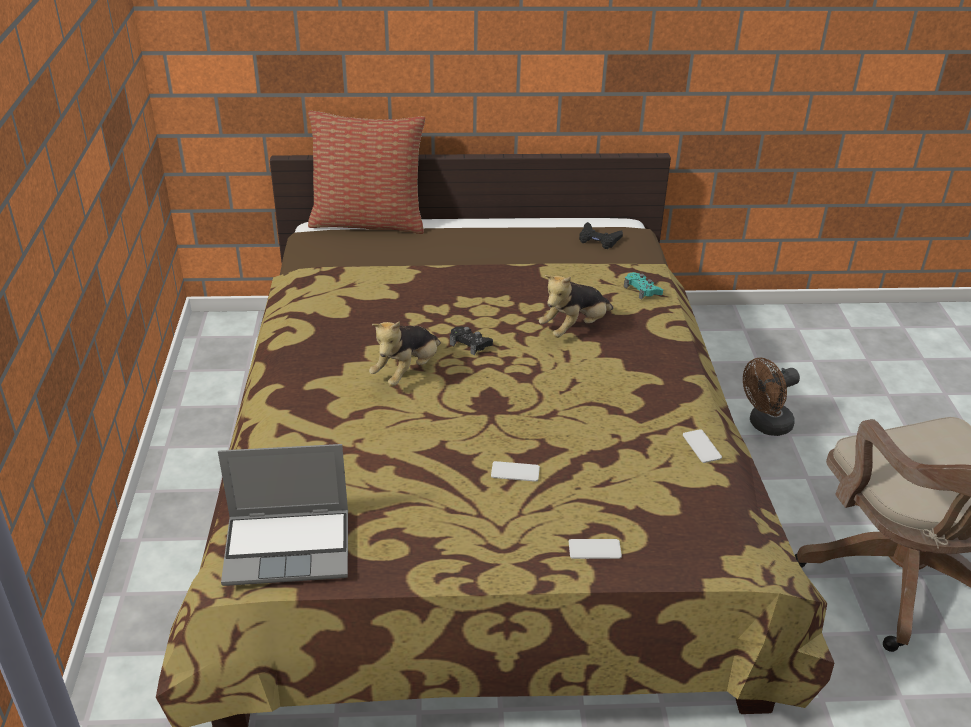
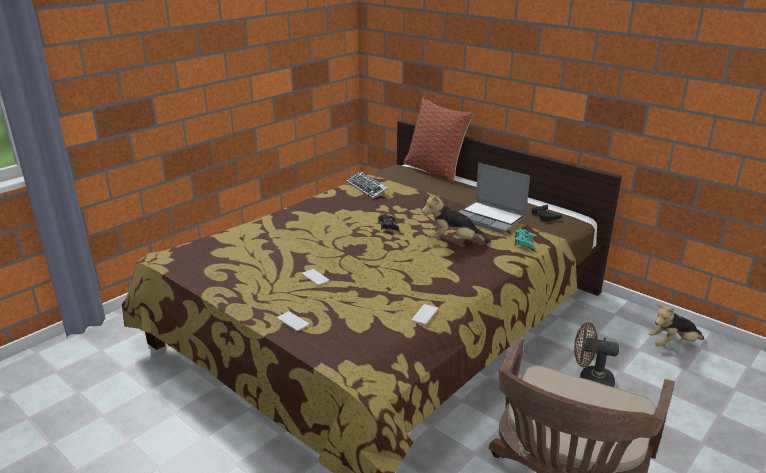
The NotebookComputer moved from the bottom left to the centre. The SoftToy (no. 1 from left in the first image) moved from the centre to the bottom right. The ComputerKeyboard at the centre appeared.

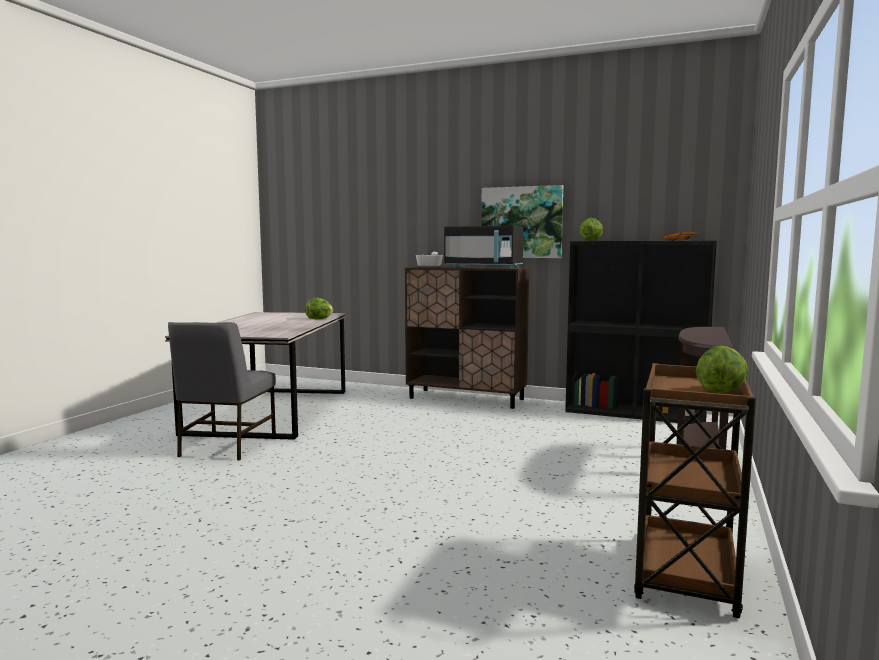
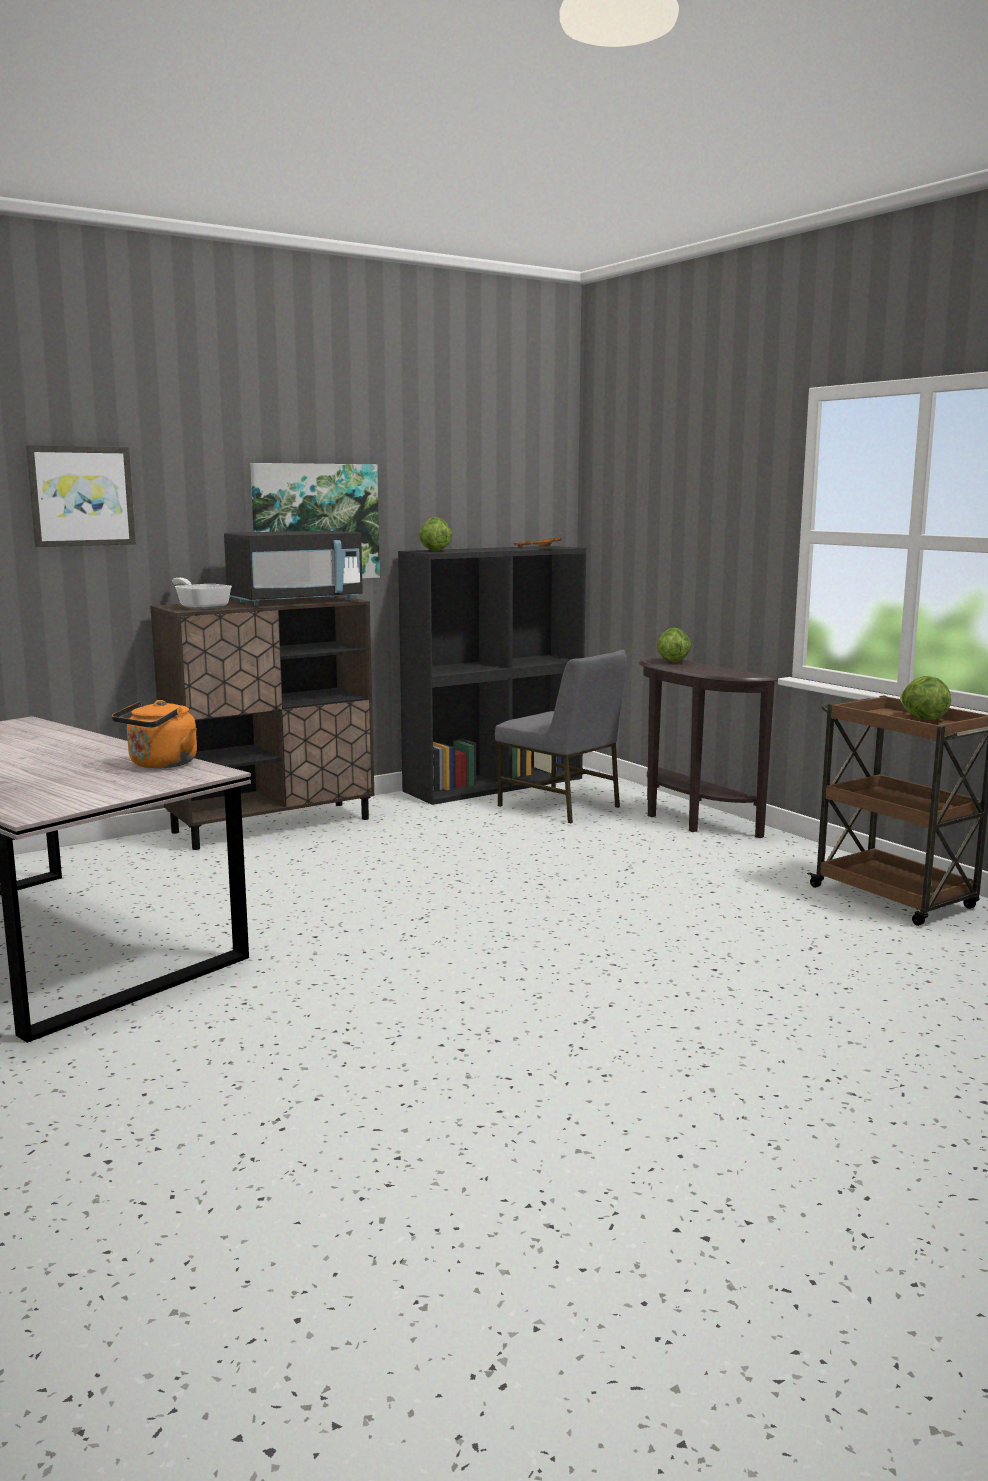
The GreyishUprightChair moved from the middle left to the centre. The HeadOfLettuce (no. 1 from left in the first image) moved from the centre to the middle right. The Picture (no. 1 from left) at the middle left appeared. The OrangeTeaKettle at the middle left appeared.

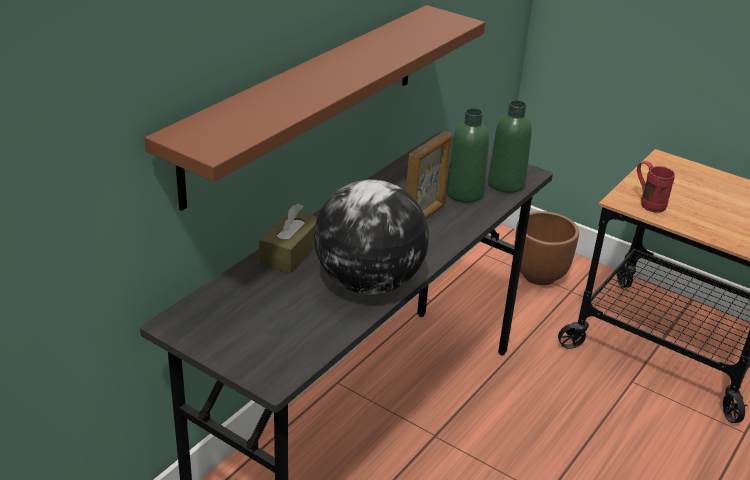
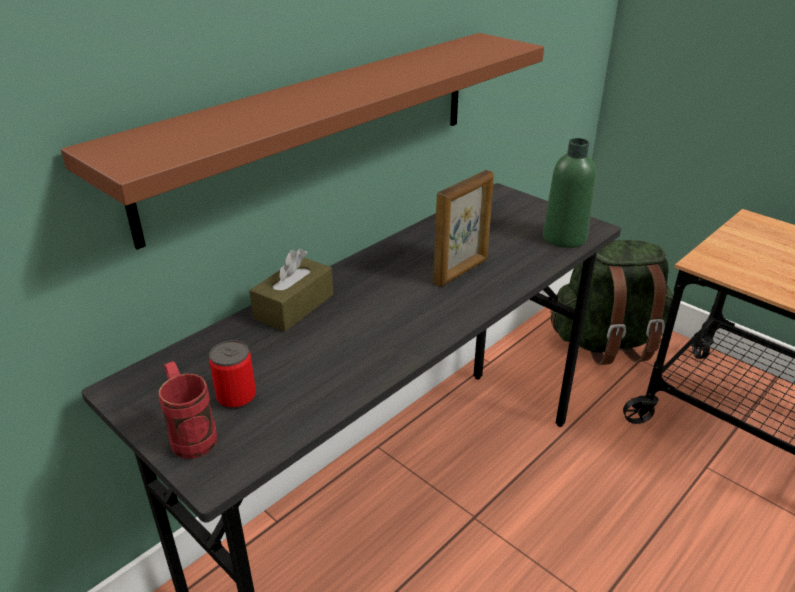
The DeskGlobe at the centre disappeared. The GreenColouredBeverageBottle (no. 1 from left) at the top centre disappeared. The BrownishFlowerPot at the middle right was replaced by the GreenColouredBackpack at the middle right. The RedCoffeeMug moved from the middle right to the bottom left. The MetalCan at the middle left appeared.

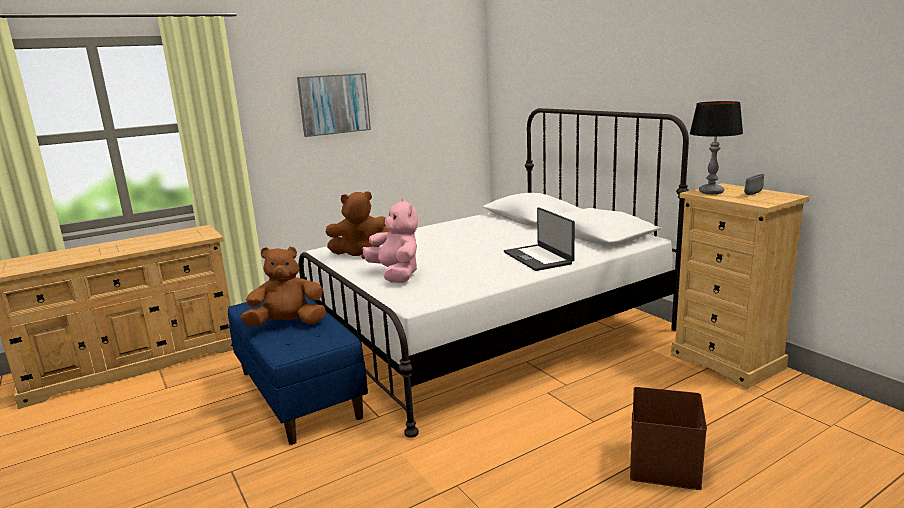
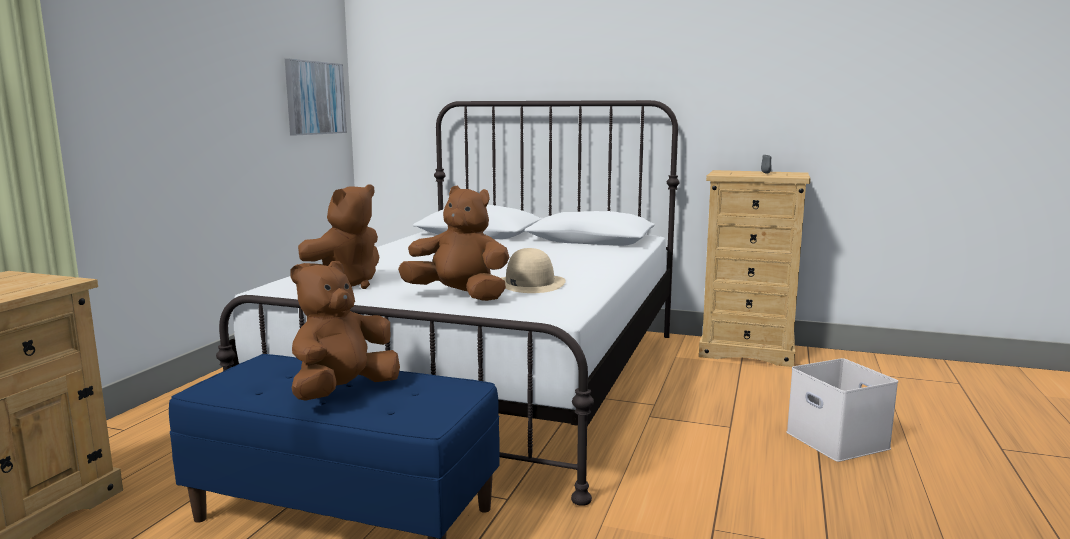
The Picture moved from the top centre to the top left. The PinkSoftToy at the centre became the BrownishSoftToy (no. 3 from left) at the centre. The NotebookComputer at the centre disappeared. The BrownishStorageContainer at the bottom right became the WhiteStorageContainer at the bottom right. The TableLamp at the top right disappeared. The BeigeWearableHat at the centre appeared.

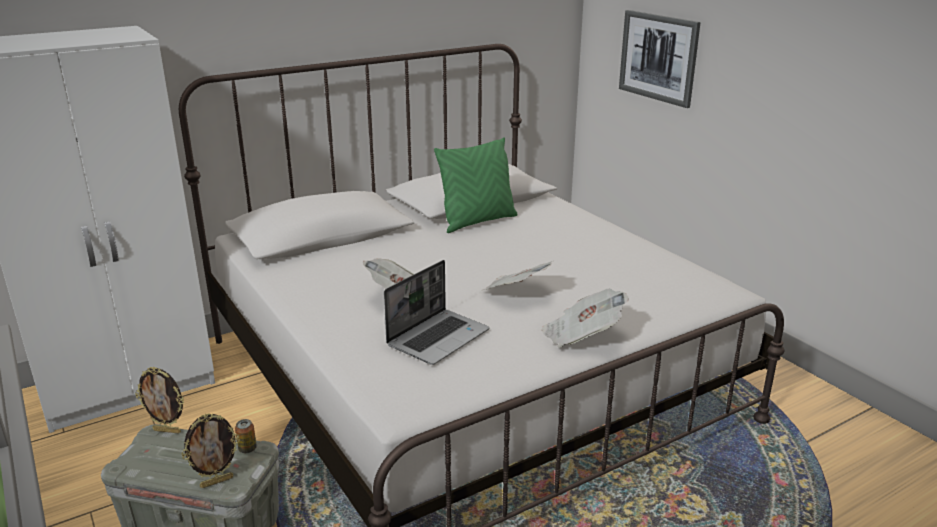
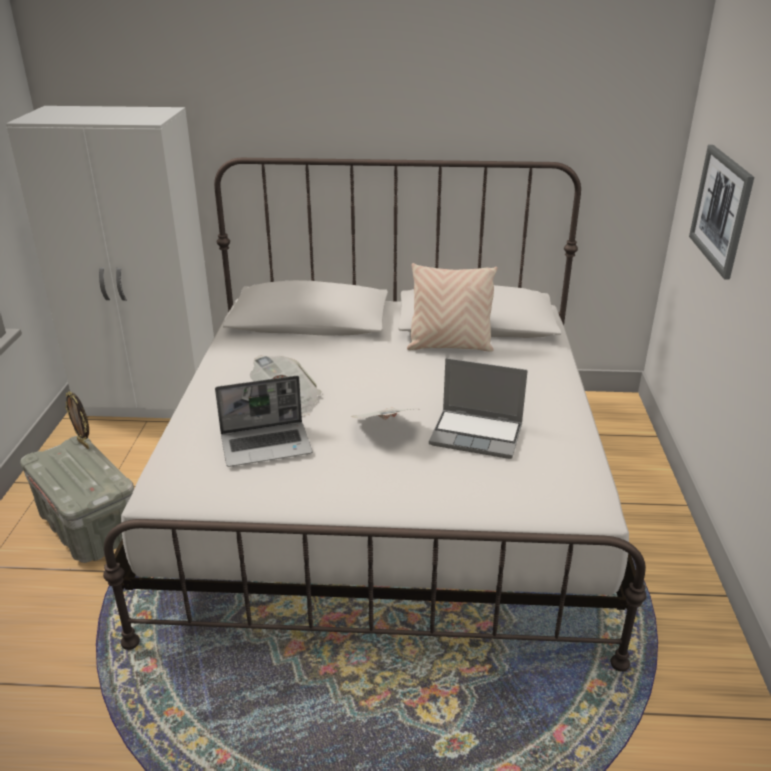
The PhotoFrame (no. 2 from left) at the bottom left disappeared. The MetalCan at the bottom left disappeared. The GreenColouredCushion at the centre became the BeigeCushion at the centre. The DailyPaper (no. 3 from left) at the centre disappeared. The NotebookComputer (no. 2 from left) at the centre appeared.

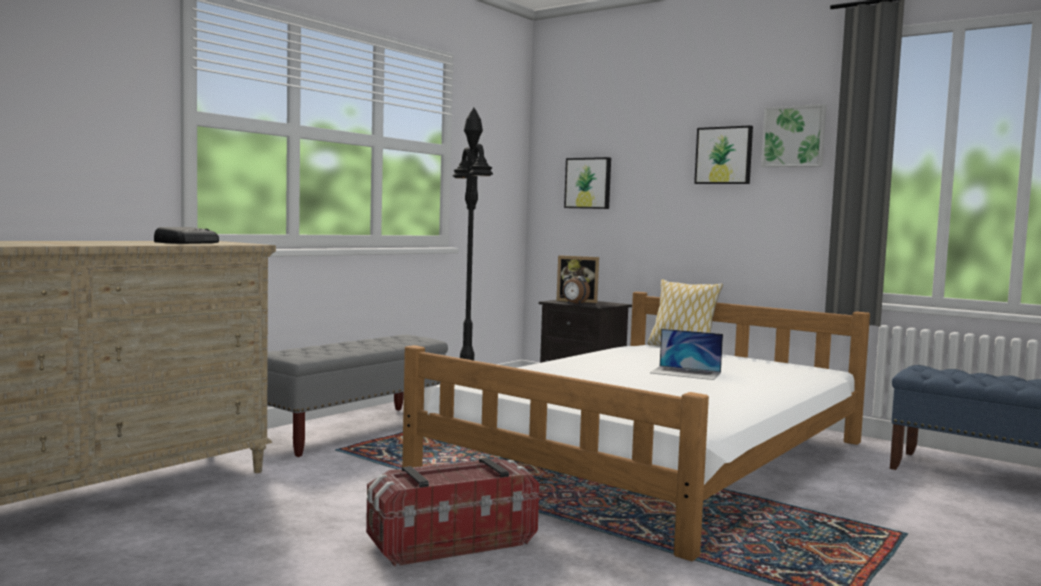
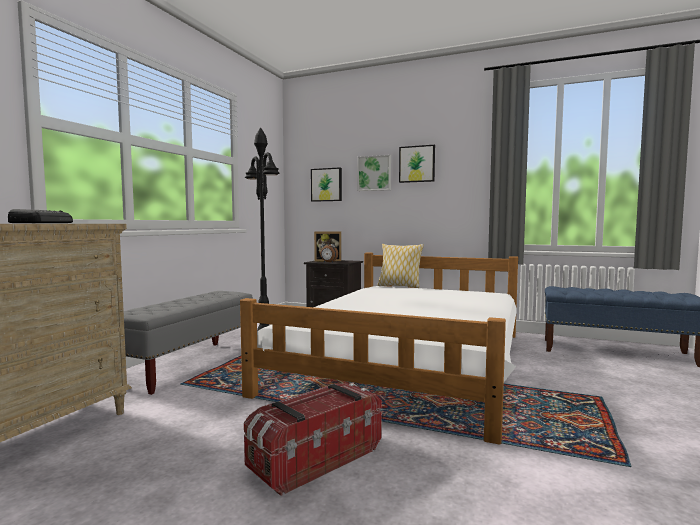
The NotebookComputer at the centre disappeared. The Picture (no. 3 from left in the first image) moved from the top right to the top centre.

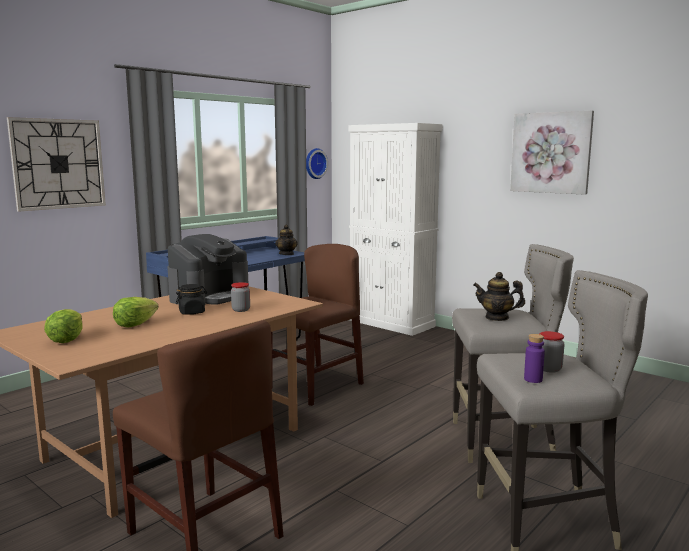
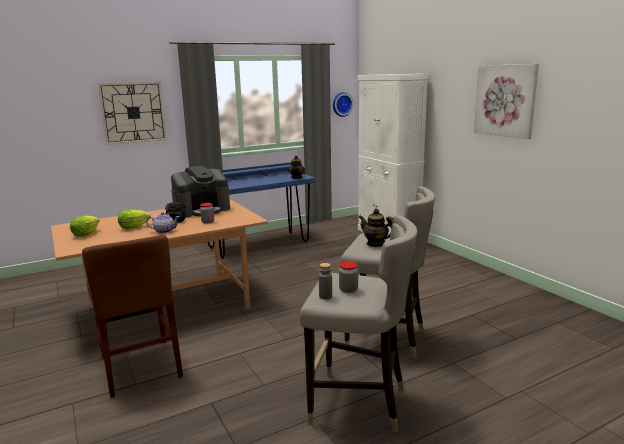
The BrownishUprightChair (no. 2 from left) at the centre disappeared. The PurpleColouredBeverageBottle at the middle right became the GreyishBeverageBottle at the centre. The PotForTea (no. 1 from left) at the middle left appeared.

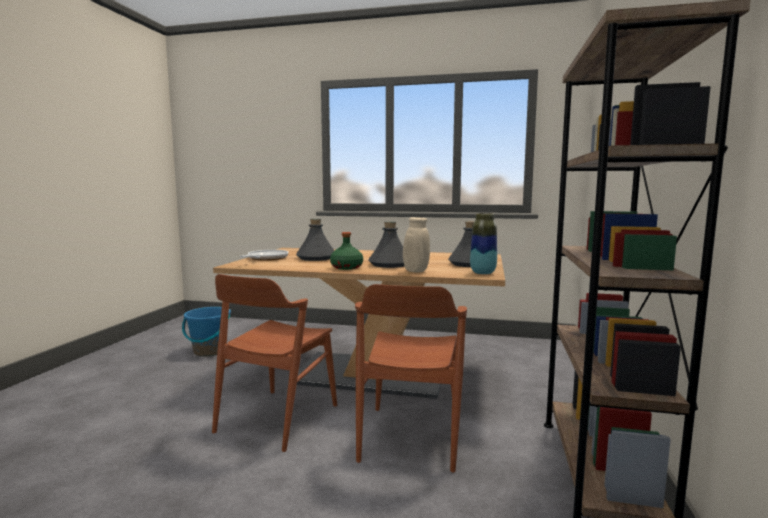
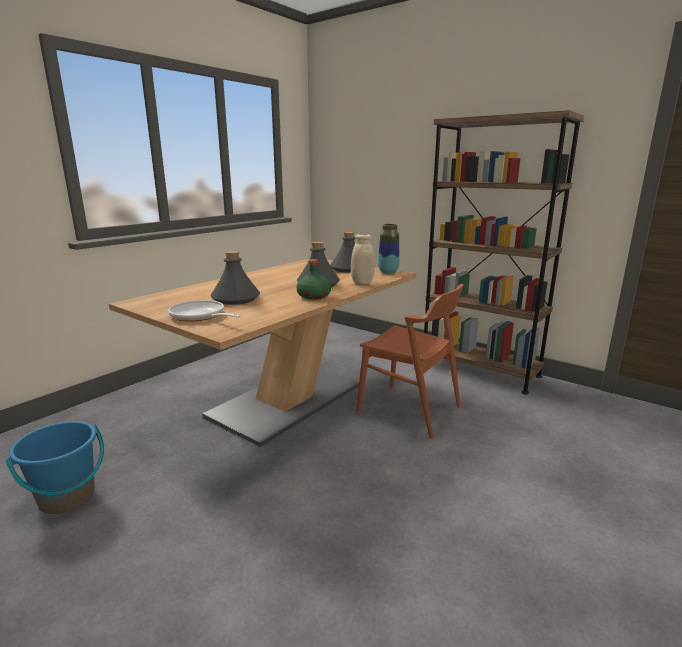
The BrownishUprightChair (no. 1 from left) at the bottom centre disappeared.

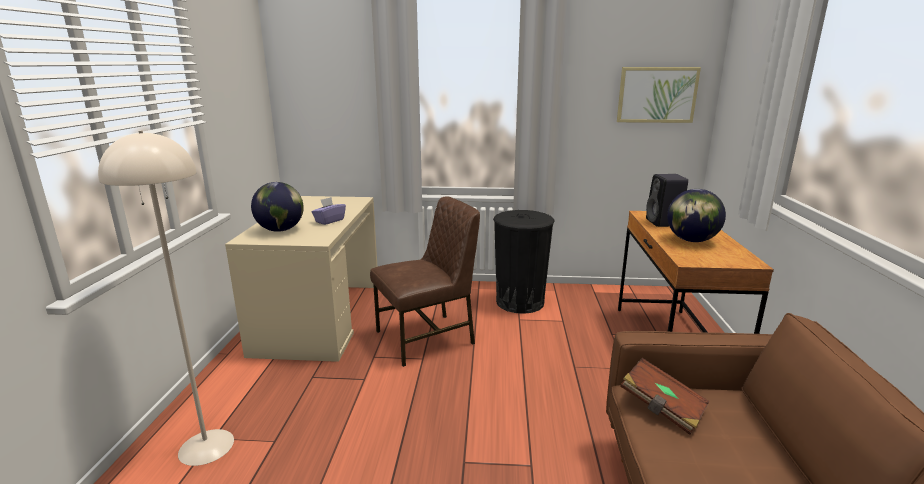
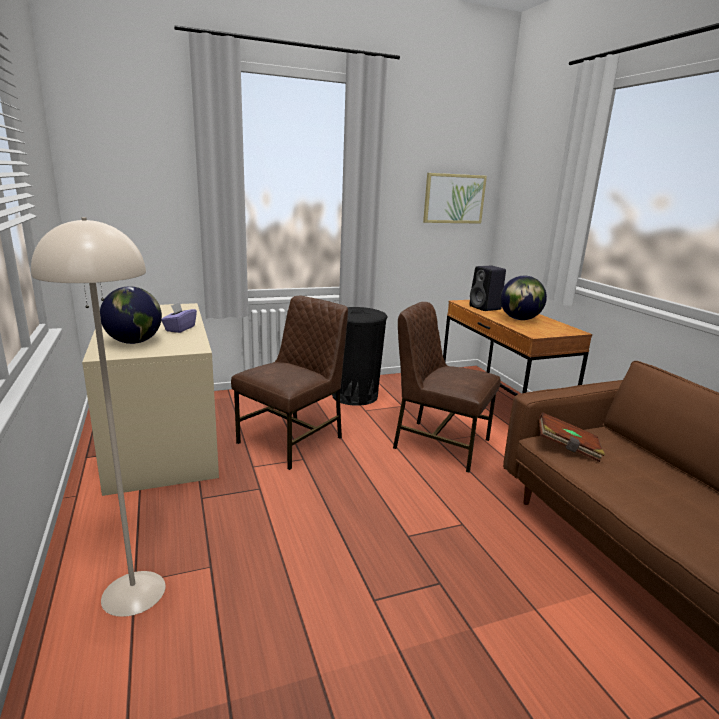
The BrownishUprightChair (no. 2 from left) at the centre appeared.

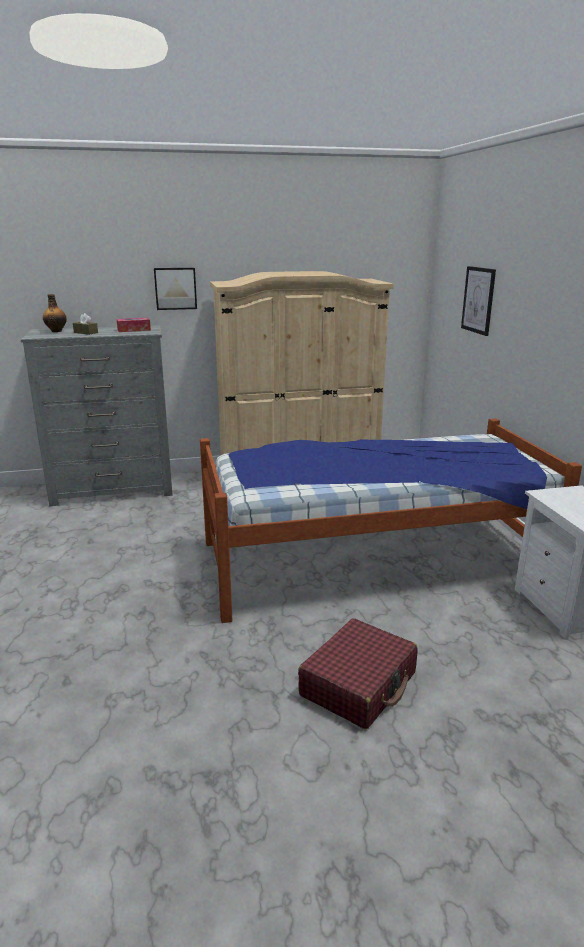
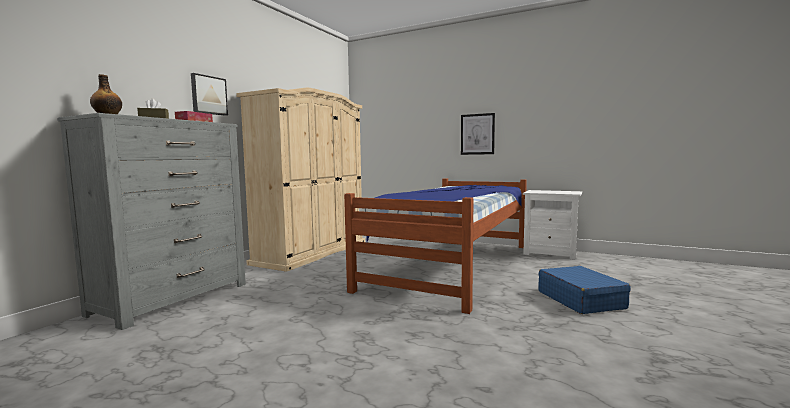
The RedSuitcase at the bottom centre became the BluishSuitcase at the bottom right. The Picture (no. 2 from left) moved from the top right to the top centre.

